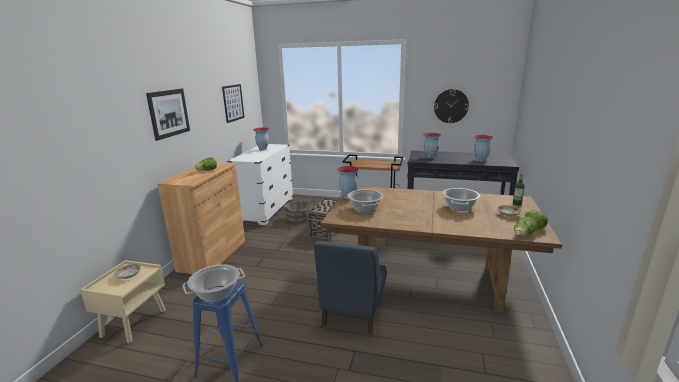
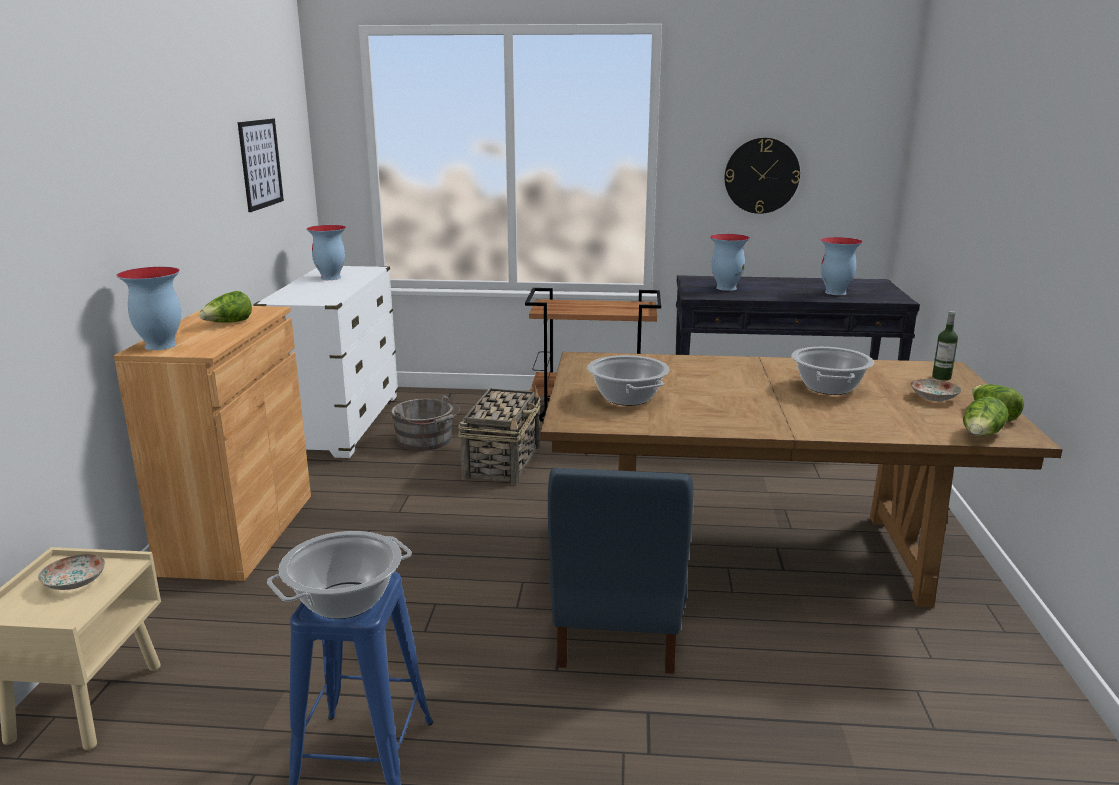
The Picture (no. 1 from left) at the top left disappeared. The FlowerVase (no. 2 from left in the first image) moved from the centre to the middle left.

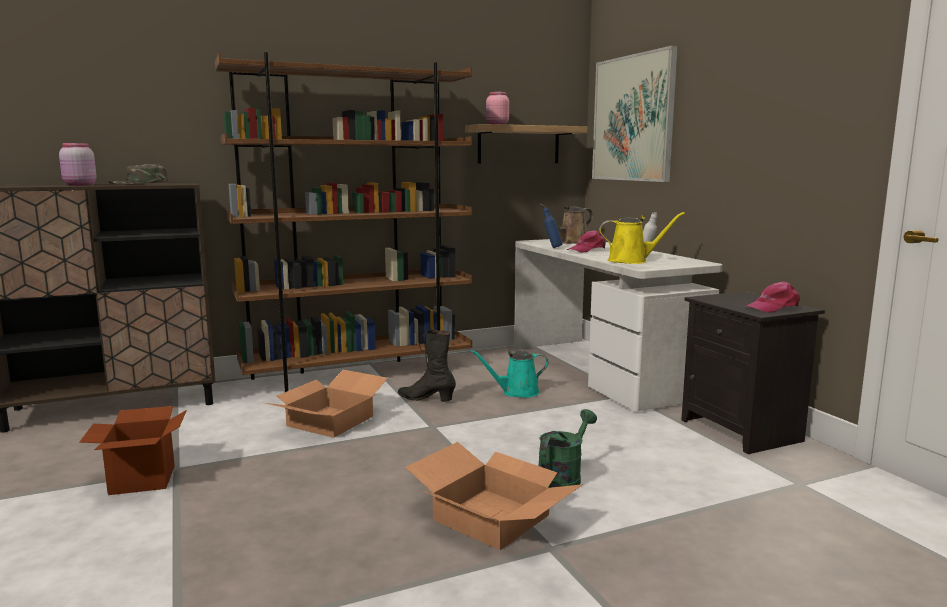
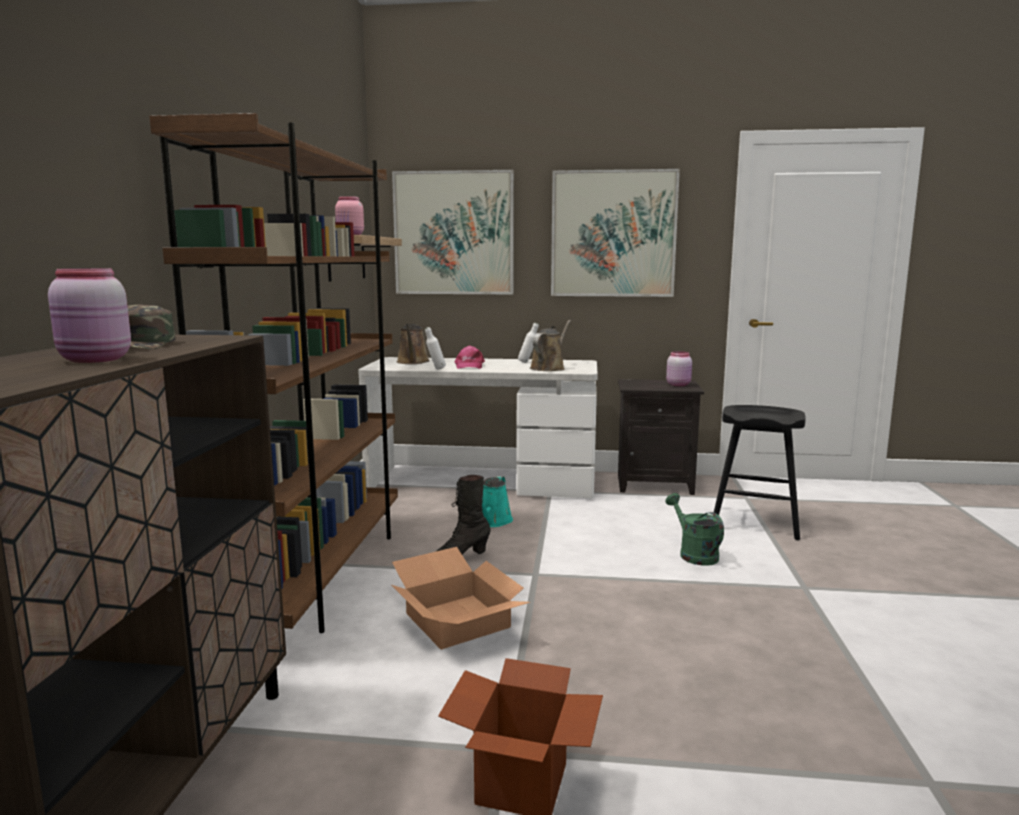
The CardboardBox (no. 3 from left) at the bottom centre disappeared. The BluishBeverageBottle at the centre became the WhiteBeverageBottle (no. 1 from left) at the centre. The YellowSprinklingCan at the middle right became the BrownishSprinklingCan (no. 2 from left) at the centre. The PinkPeakedCap (no. 2 from left) at the middle right was replaced by the PinkStorageJar (no. 3 from left) at the centre. The Picture (no. 2 from left) at the top centre appeared. The BlackishSittingStool at the middle right appeared.

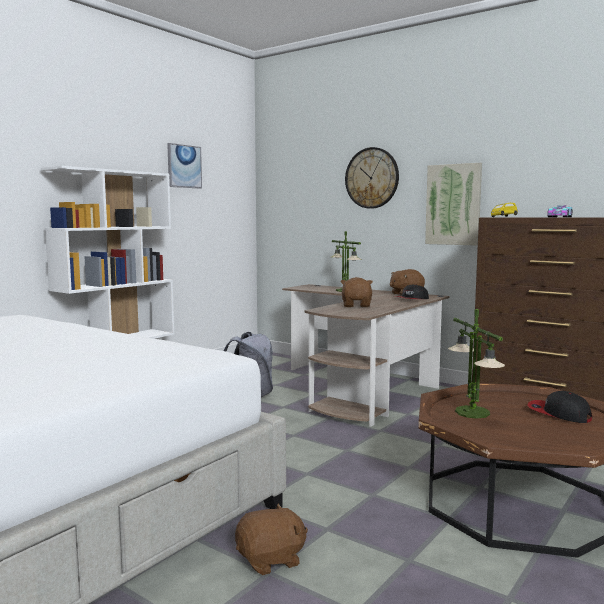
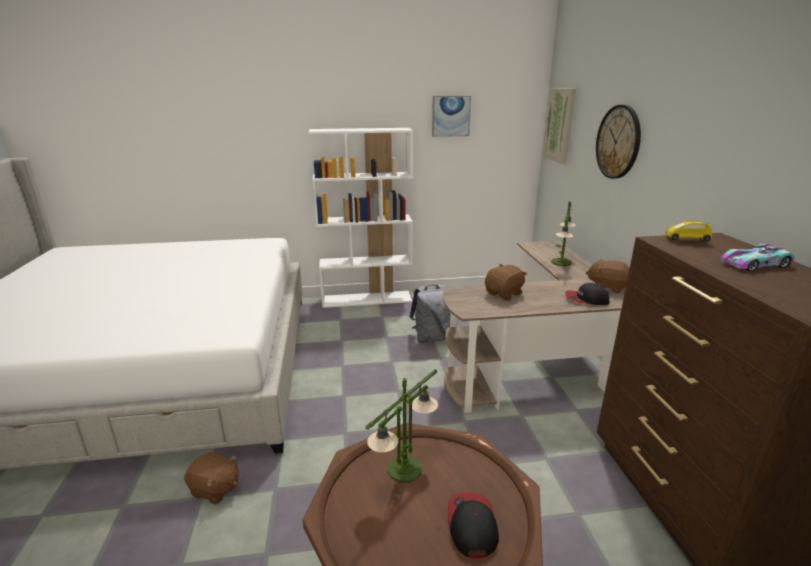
The Picture (no. 2 from left) moved from the middle right to the top right.

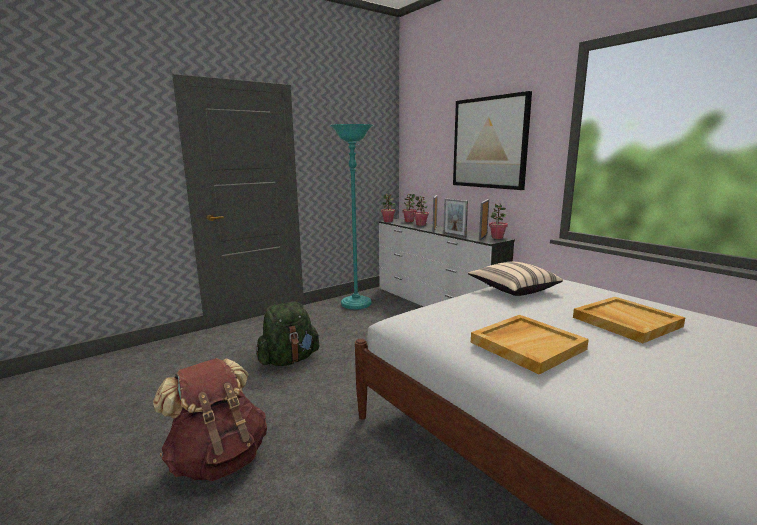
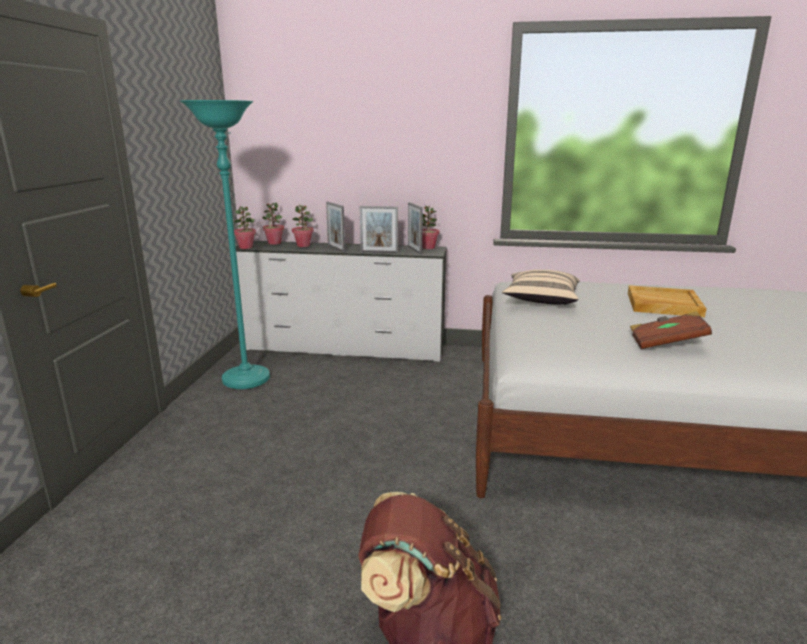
The GreenColouredBackpack at the centre disappeared. The Picture at the top centre disappeared. The BeigeServingTray (no. 1 from left) at the middle right was replaced by the BrownishVolume at the middle right.

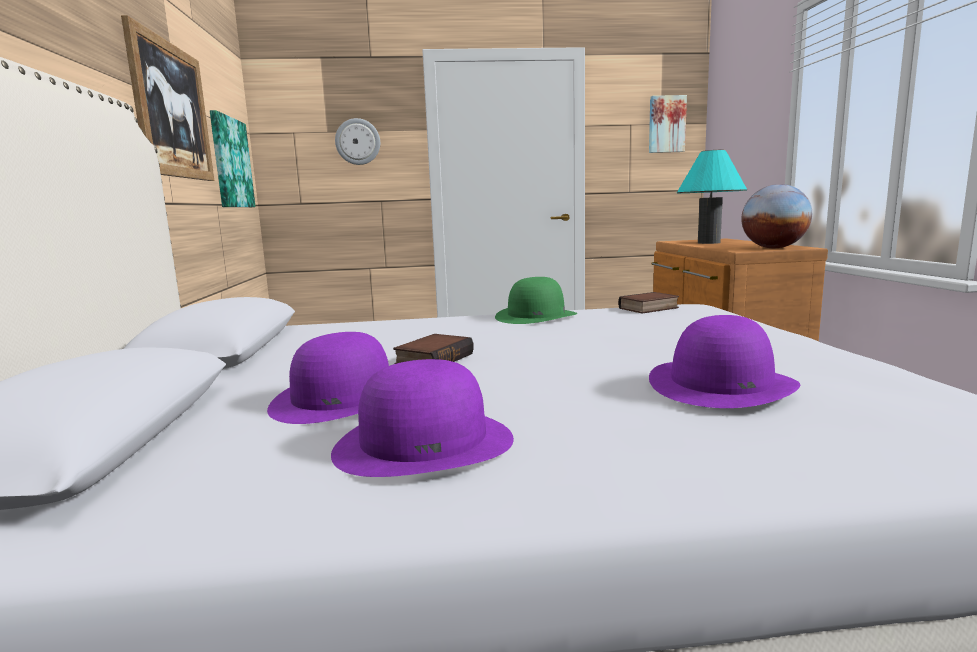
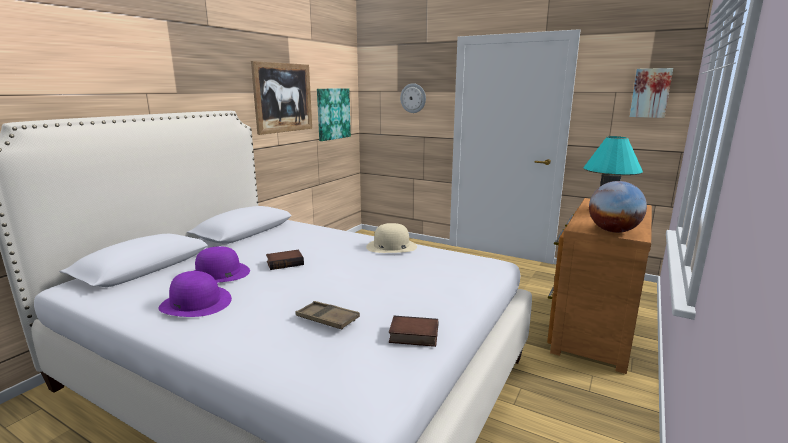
The GreenColouredWearableHat at the centre became the BeigeWearableHat at the centre. The Volume (no. 2 from left) moved from the centre to the bottom centre. The PurpleColouredWearableHat (no. 3 from left) at the middle right was replaced by the BrownishServingTray at the bottom centre.

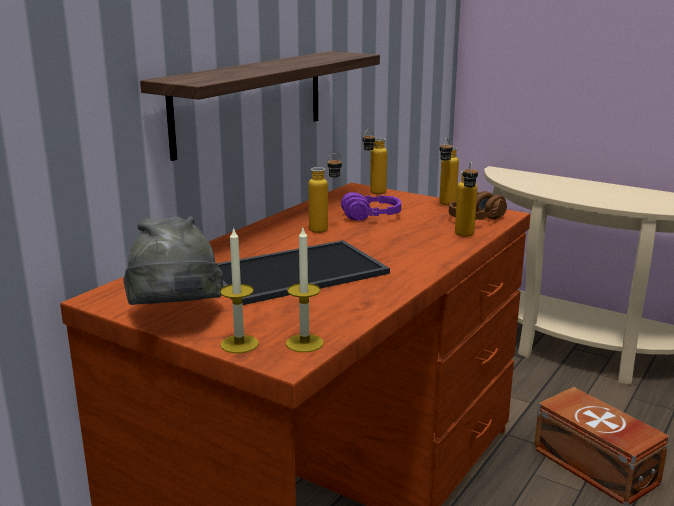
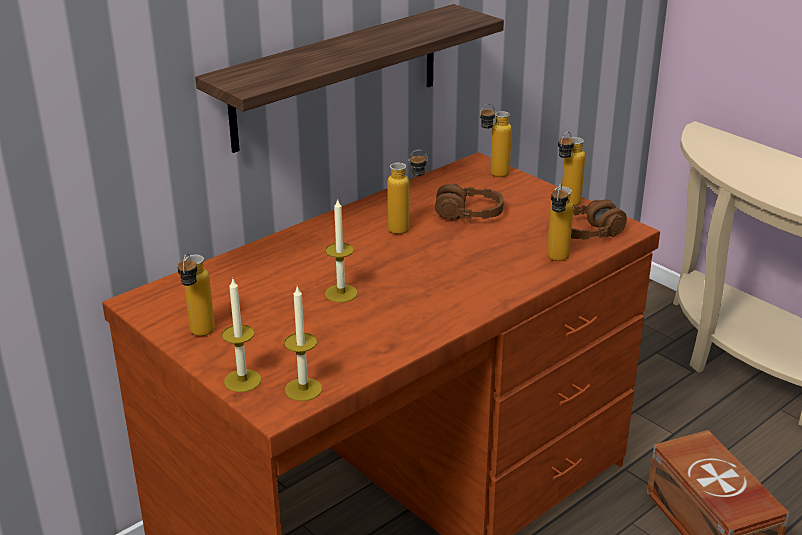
The GreyishWearableHat at the middle left was replaced by the BeverageBottle (no. 1 from left) at the middle left. The ServingTray at the centre was replaced by the Candle (no. 3 from left) at the centre. The PurpleColouredHeadset at the centre became the BrownishHeadset (no. 1 from left) at the centre.

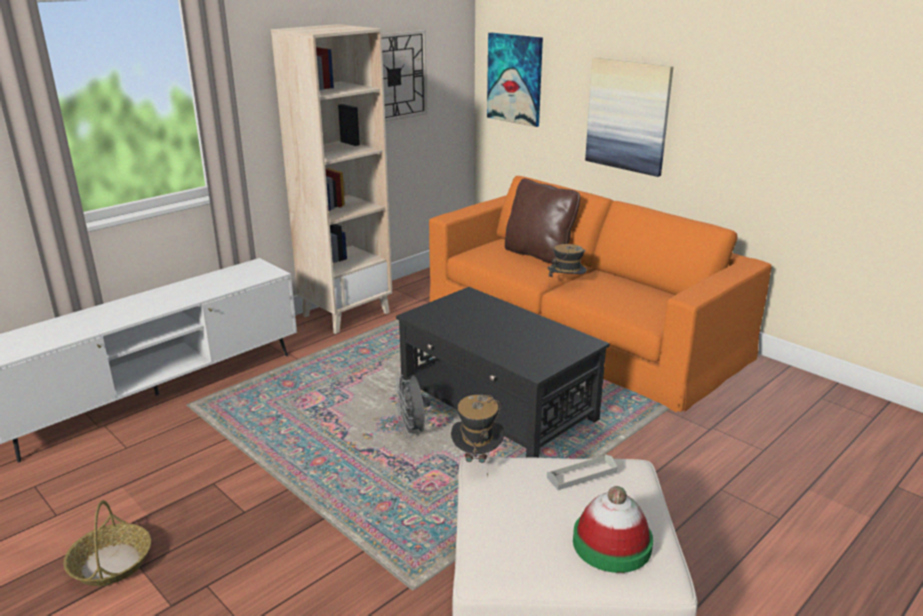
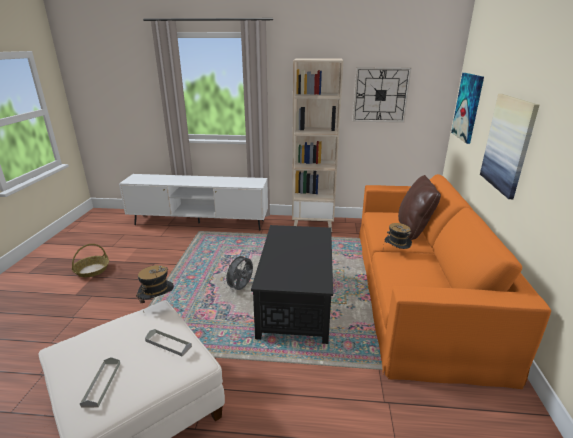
The WearableHat (no. 3 from left) at the bottom centre was replaced by the GreyishServingTray (no. 1 from left) at the bottom left.

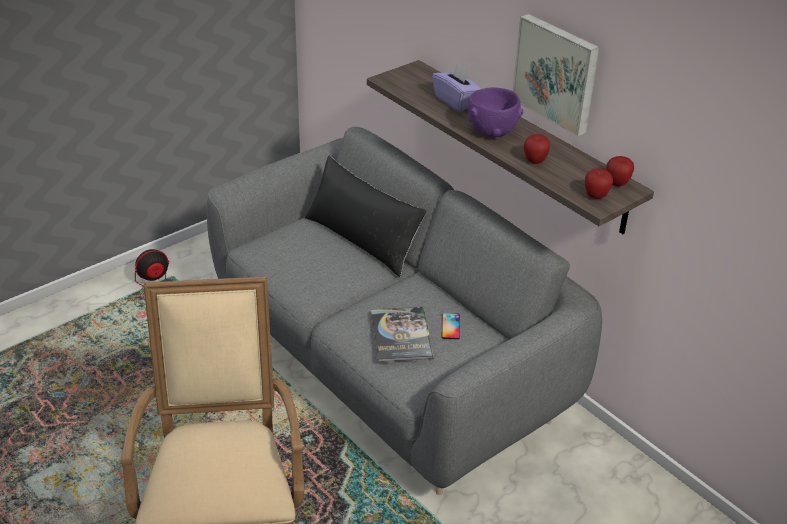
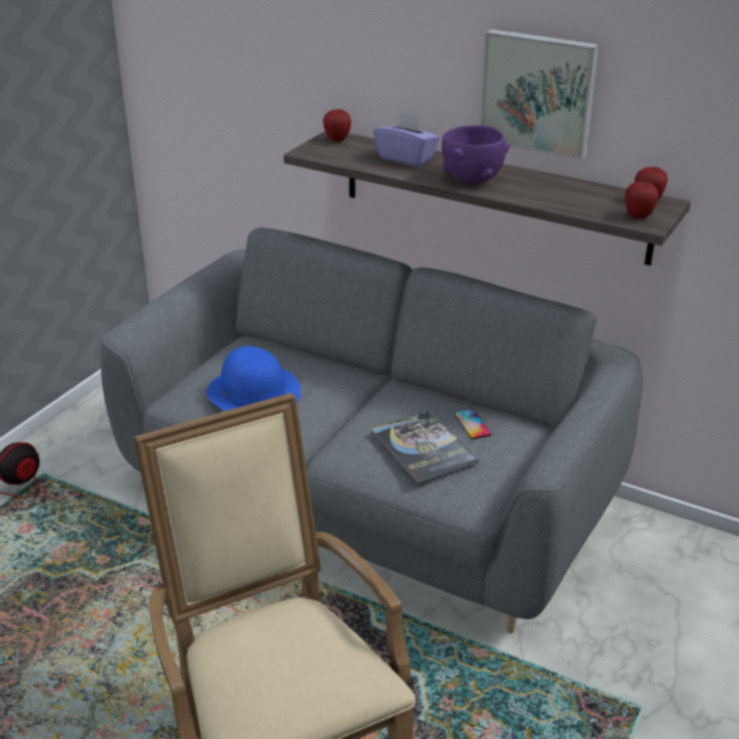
The BlackishCushion at the centre disappeared. The WholeApple (no. 1 from left) moved from the top right to the top centre. The BluishWearableHat at the centre appeared.

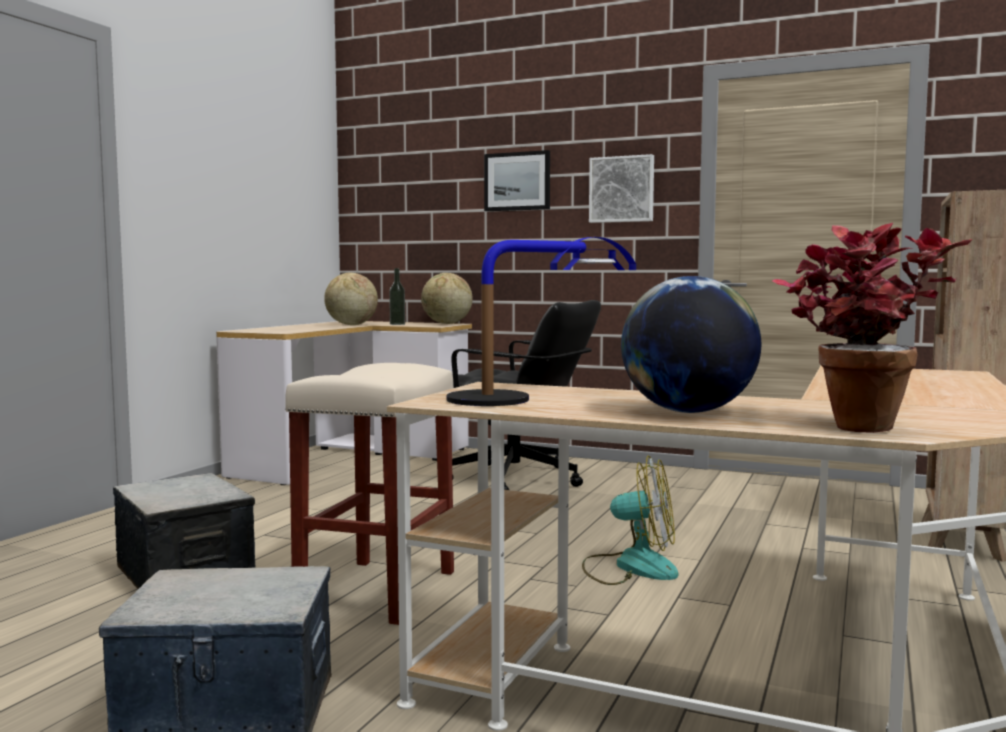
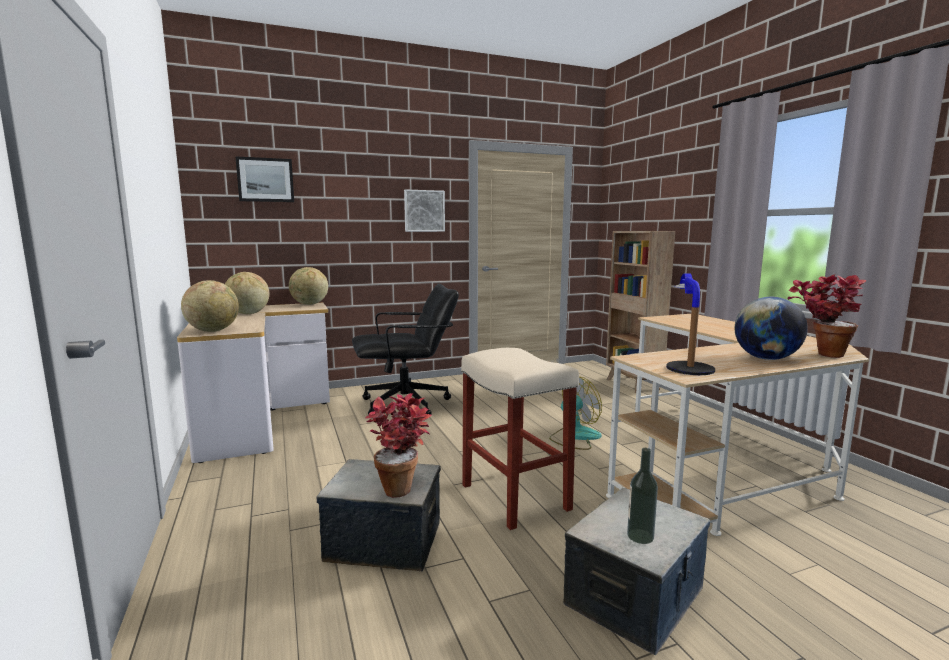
The BeverageBottle moved from the centre to the bottom right. The Picture (no. 1 from left) moved from the top centre to the top left. The DeskGlobe (no. 1 from left) at the middle left appeared. The PottedPlant (no. 1 from left) at the bottom centre appeared.

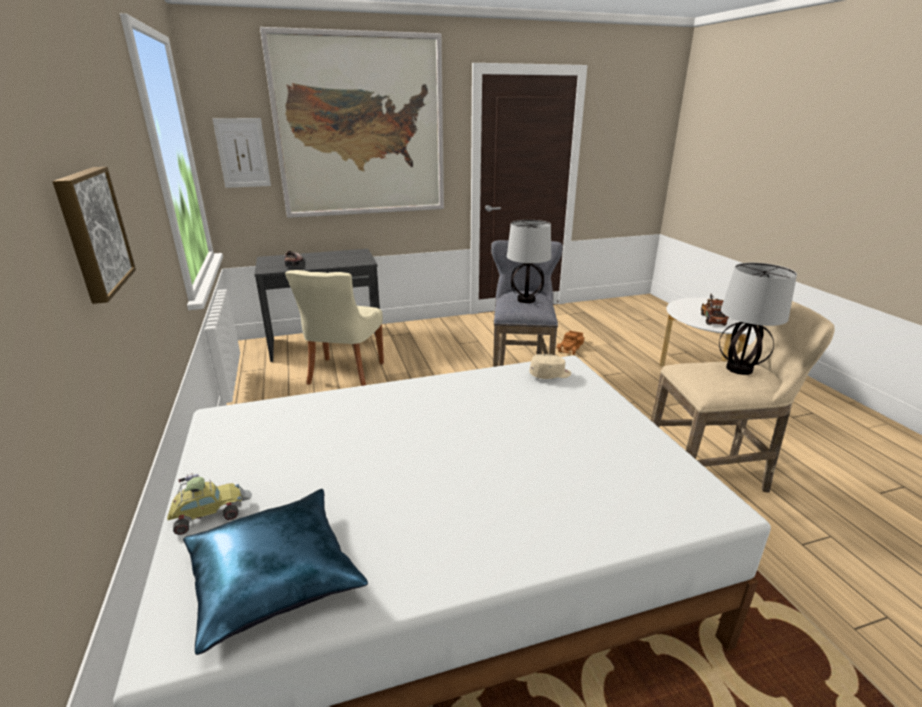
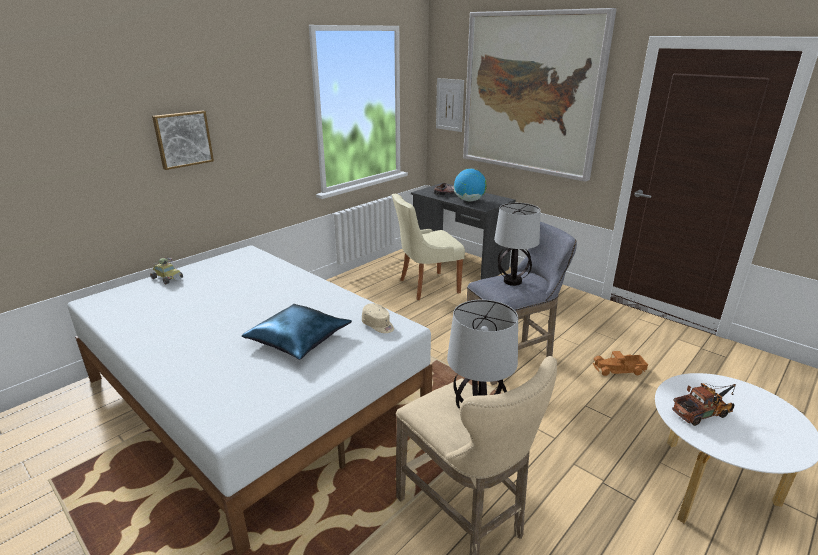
The BluishCushion moved from the bottom left to the centre. The DeskGlobe at the top centre appeared.

